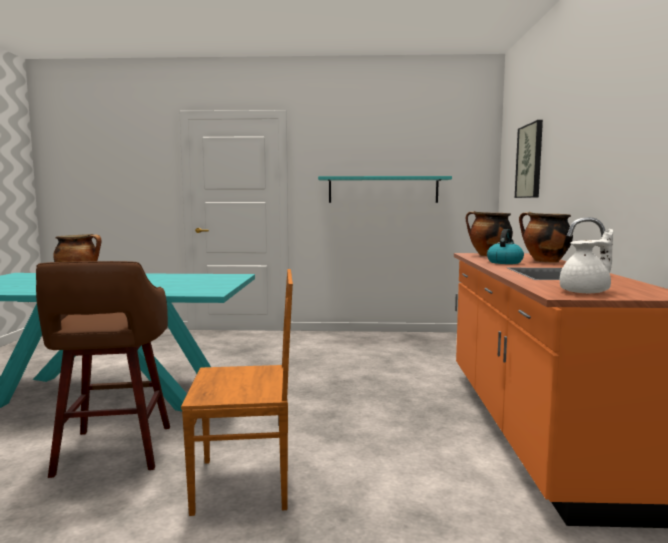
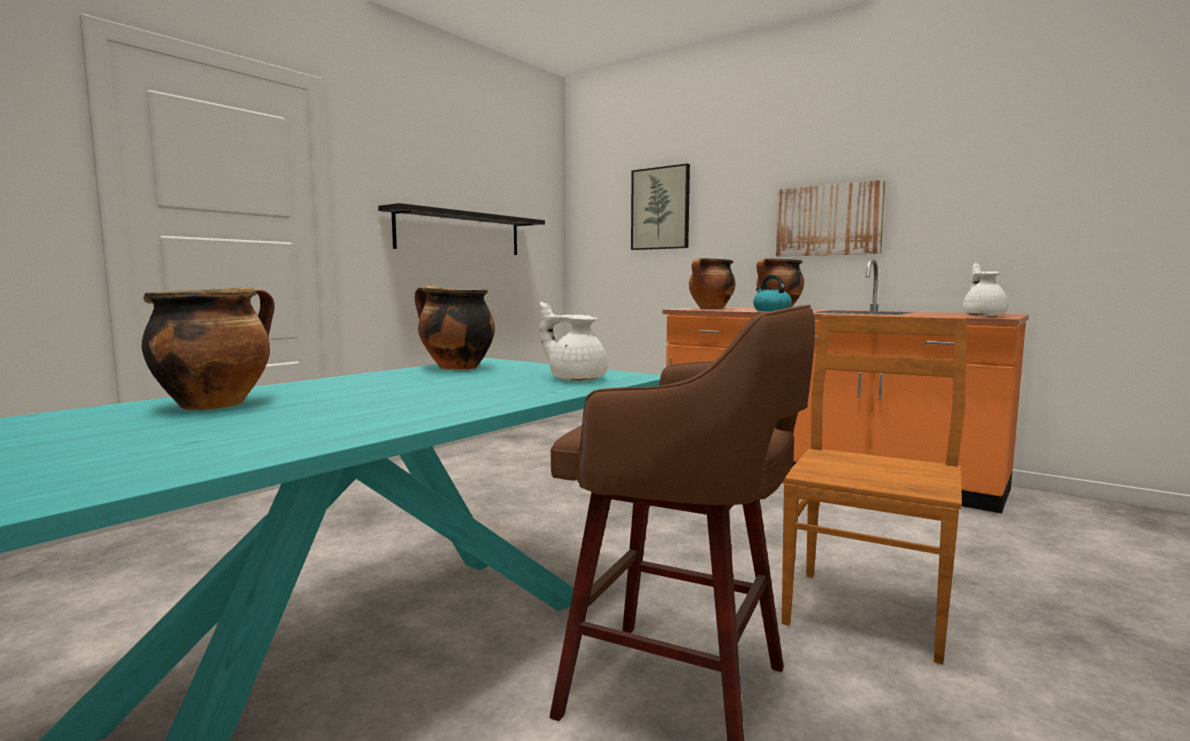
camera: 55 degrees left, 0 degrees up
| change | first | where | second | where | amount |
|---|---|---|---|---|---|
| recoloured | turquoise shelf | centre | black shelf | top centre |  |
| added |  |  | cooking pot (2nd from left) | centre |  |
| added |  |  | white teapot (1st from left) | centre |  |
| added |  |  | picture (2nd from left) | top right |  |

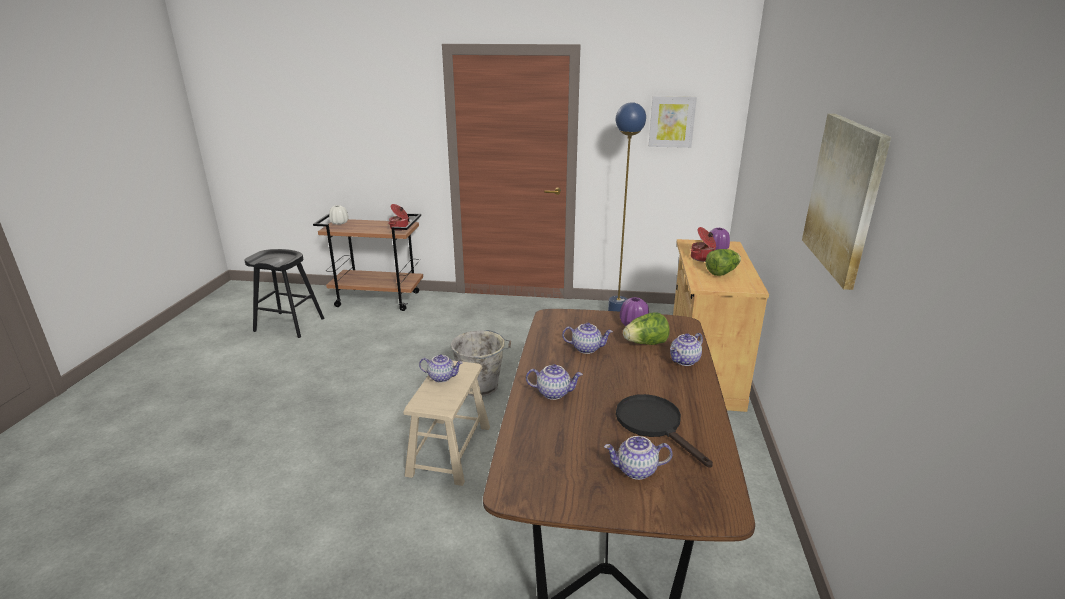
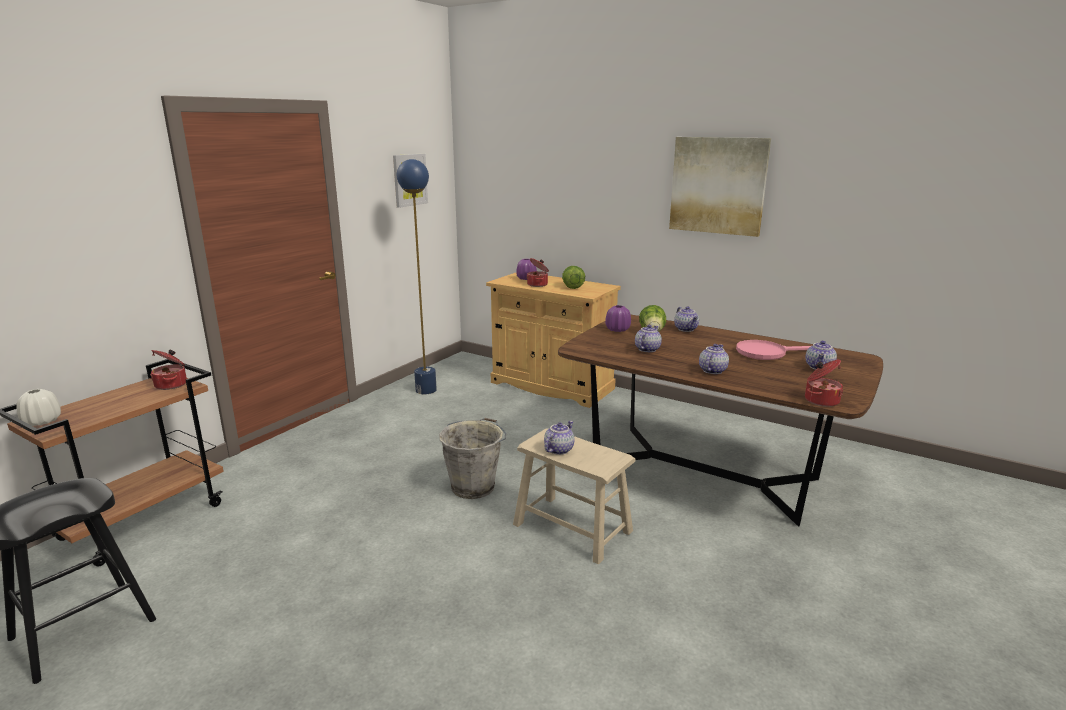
camera: 65 degrees left, 5 degrees down
| change | first | where | second | where | amount |
|---|---|---|---|---|---|
| recoloured | black frying pan | bottom centre | pink frying pan | middle right |  |
| added |  |  | cooking pot (3rd from left) | middle right |  |

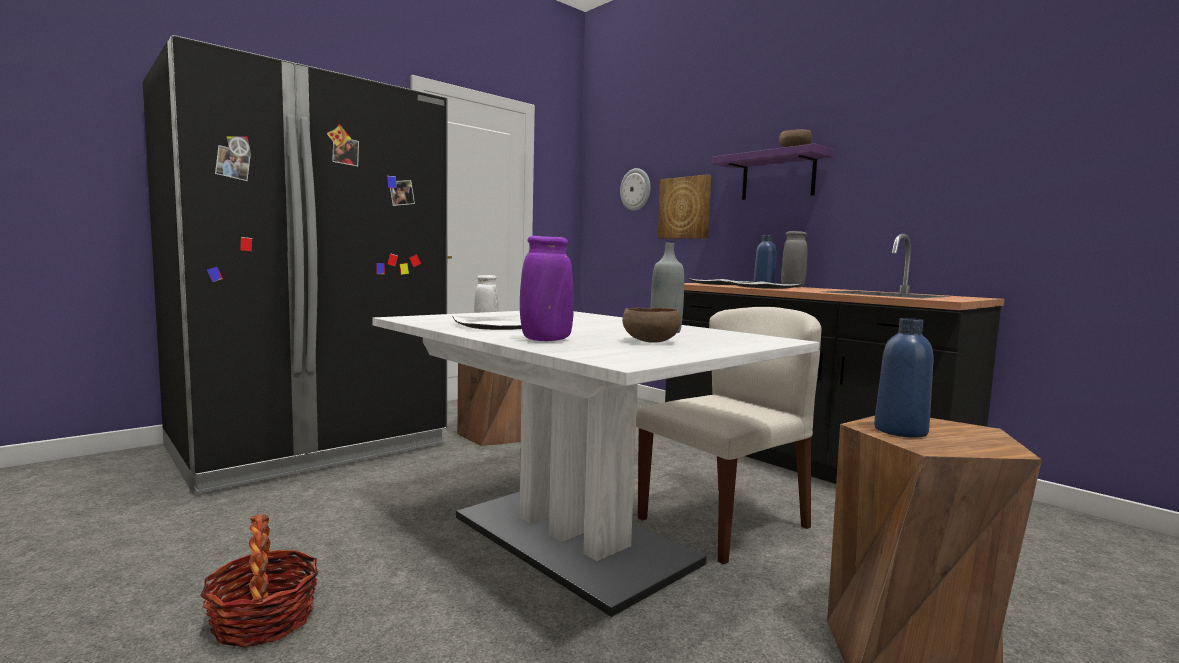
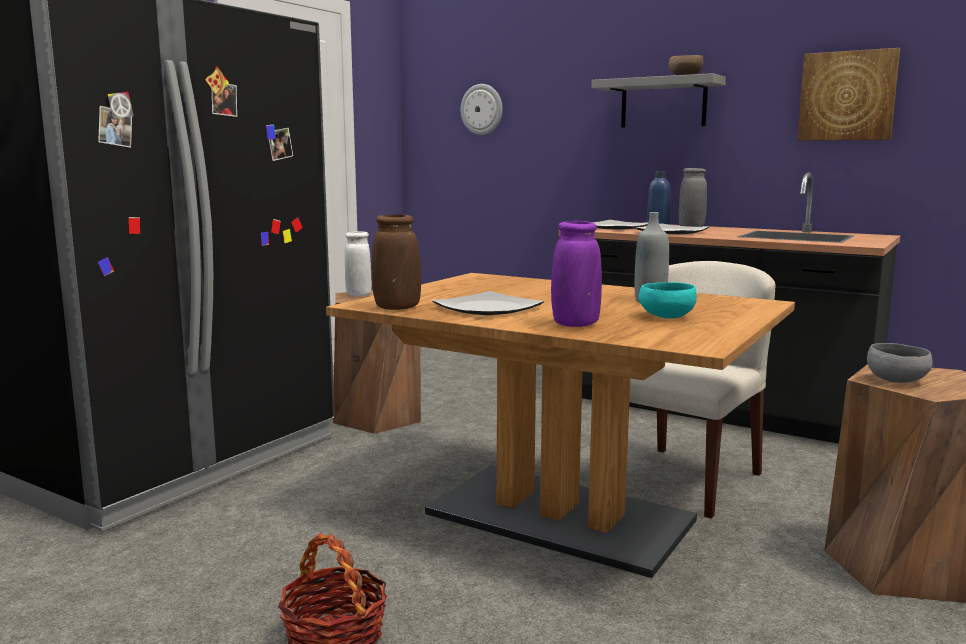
camera: 15 degrees left, 5 degrees up
| change | first | where | second | where | amount |
|---|---|---|---|---|---|
| recoloured | white dining table | bottom centre | brown dining table | centre |  |
| added |  |  | brown vase | centre |  |
| recoloured | purple shelf | top centre | grey shelf | top right |  |
| recoloured | brown bowl (1st from left) | centre | turquoise bowl | middle right |  |
| moved | picture | top centre |  | top right |  |
| replaced | blue bottle (2nd from left) | middle right | grey bowl | middle right |  |

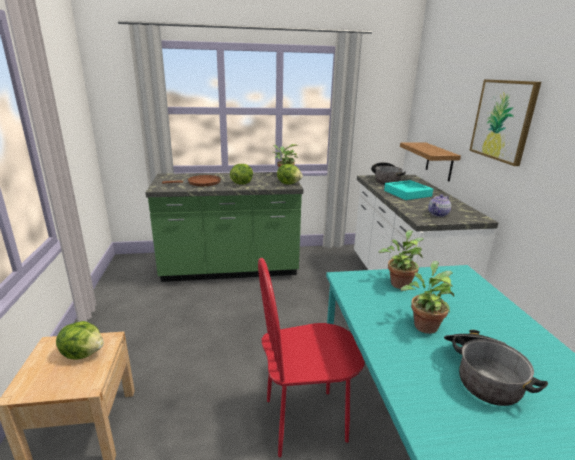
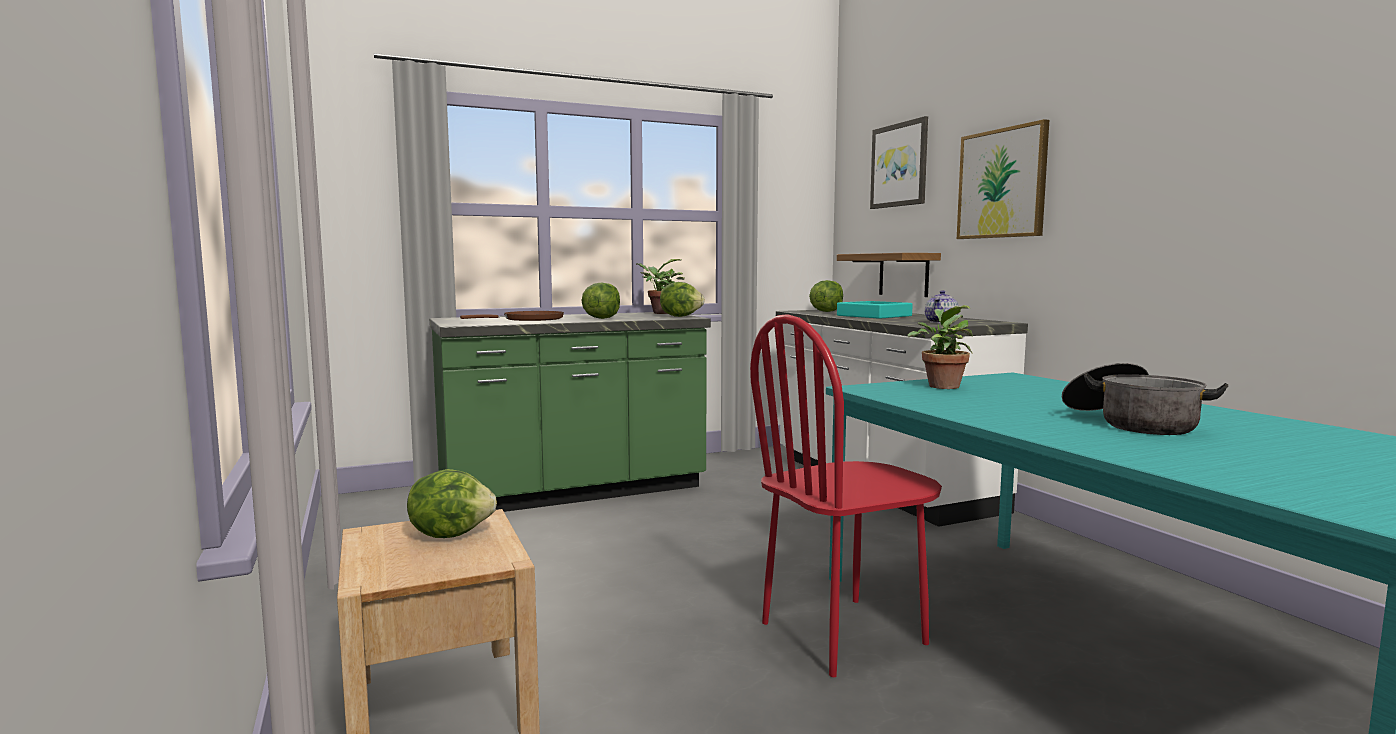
camera: 15 degrees left, 15 degrees down
| change | first | where | second | where | amount |
|---|---|---|---|---|---|
| replaced | cooking pot (1st from left) | middle right | lettuce (4th from left) | centre |  |
| added |  |  | picture (1st from left) | top centre |  |
| removed | potted plant (3rd from left) | middle right |  |  |  |

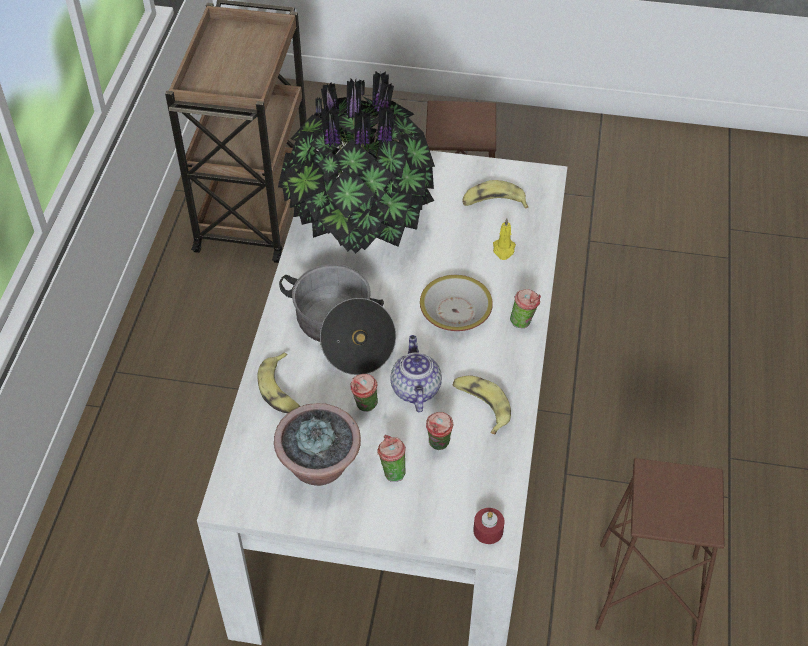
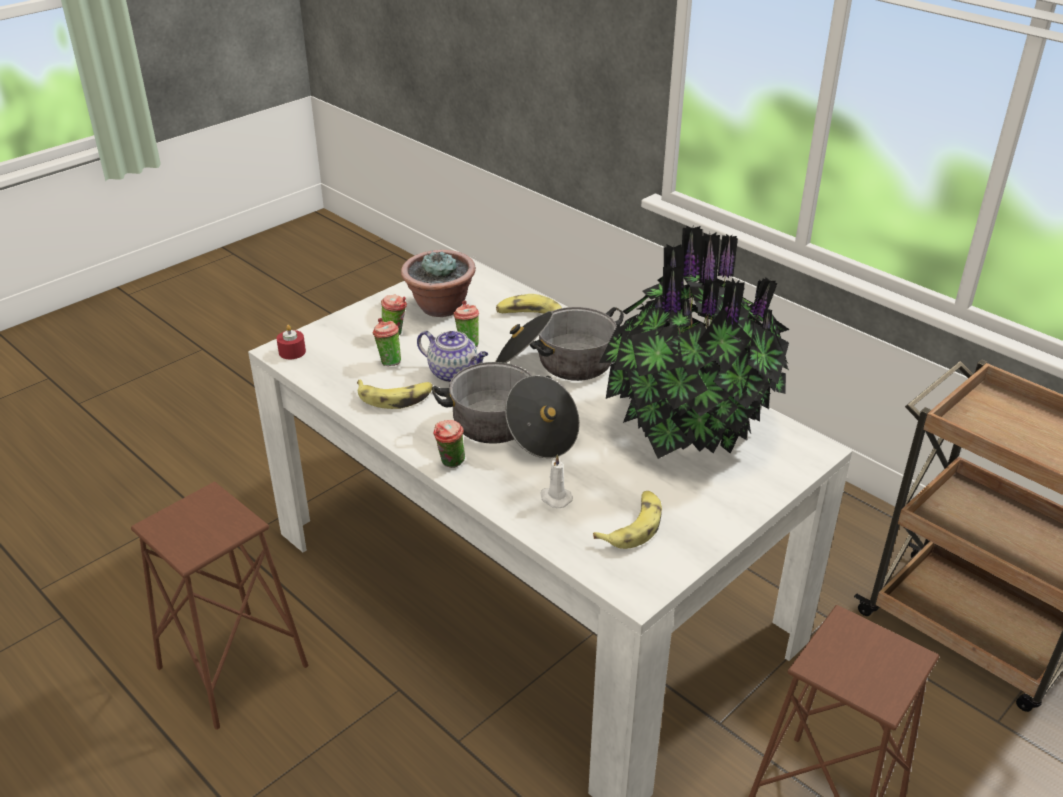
camera: 125 degrees right, 15 degrees down
| change | first | where | second | where | amount |
|---|---|---|---|---|---|
| replaced | bowl | centre | cooking pot (1st from left) | centre |  |
| recoloured | yellow candle | centre | white candle | centre |  |

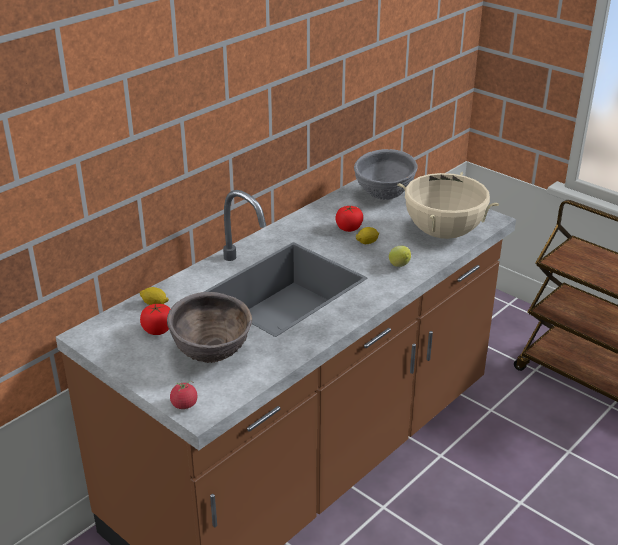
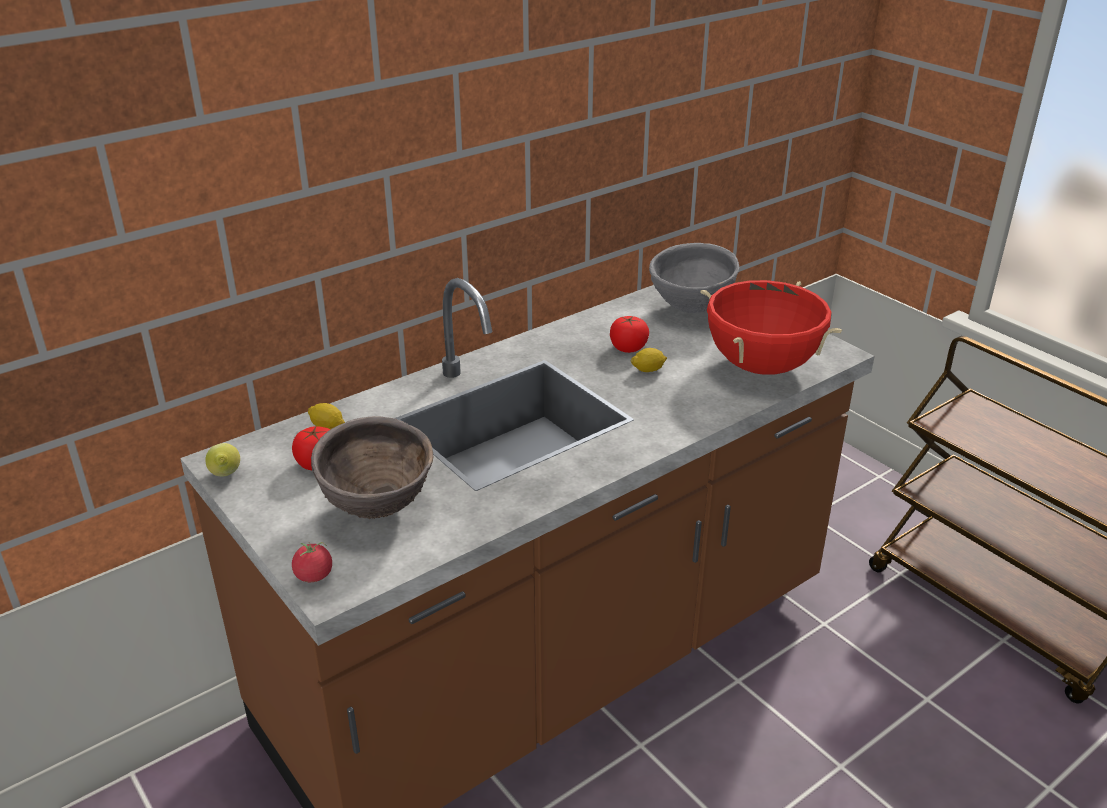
camera: 10 degrees right, 0 degrees up
| change | first | where | second | where | amount |
|---|---|---|---|---|---|
| moved | lemon (3rd from left in the first image) | centre | lemon (1st from left) | middle left |  |
| recoloured | beige cooking pot | middle right | red cooking pot | middle right |  |

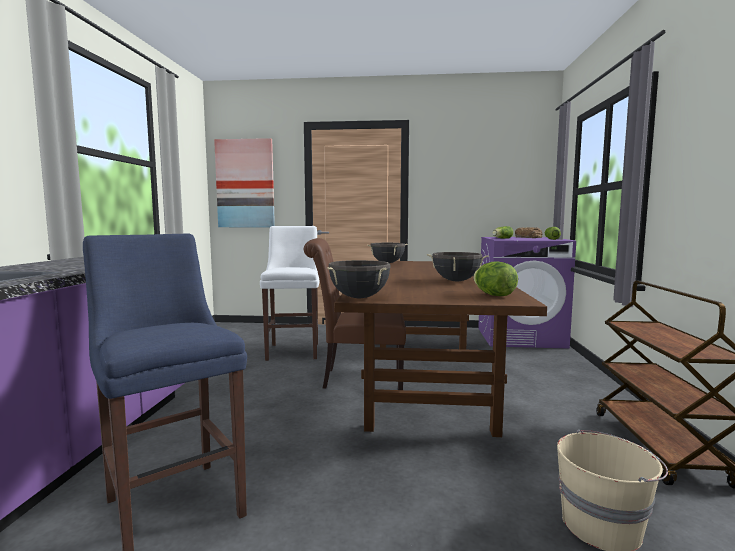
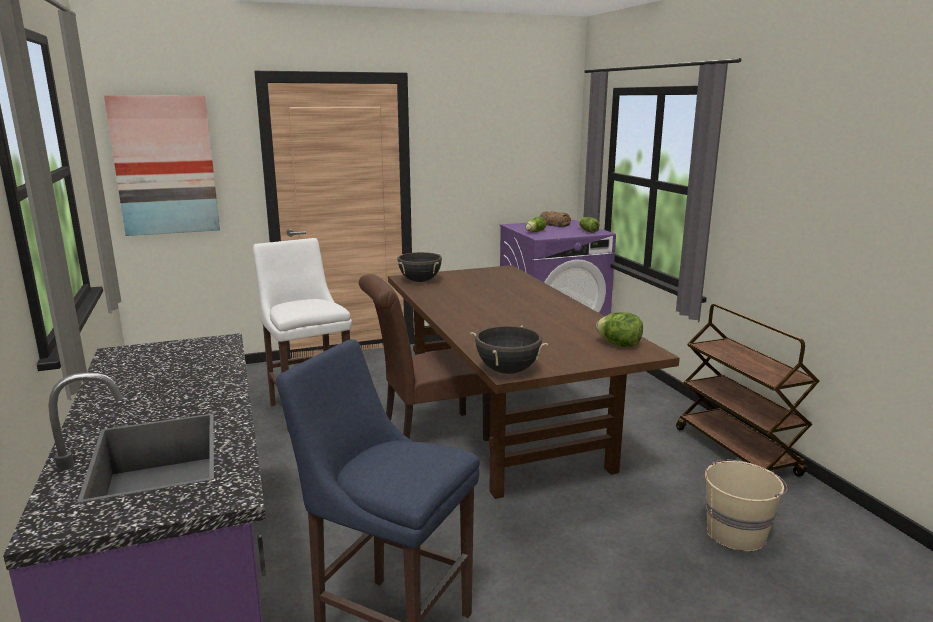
camera: 25 degrees left, 10 degrees up
| change | first | where | second | where | amount |
|---|---|---|---|---|---|
| removed | black cooking pot (3rd from left) | centre |  |  |  |

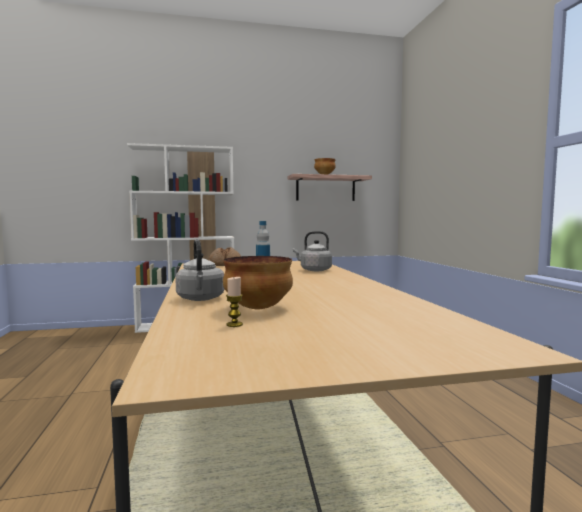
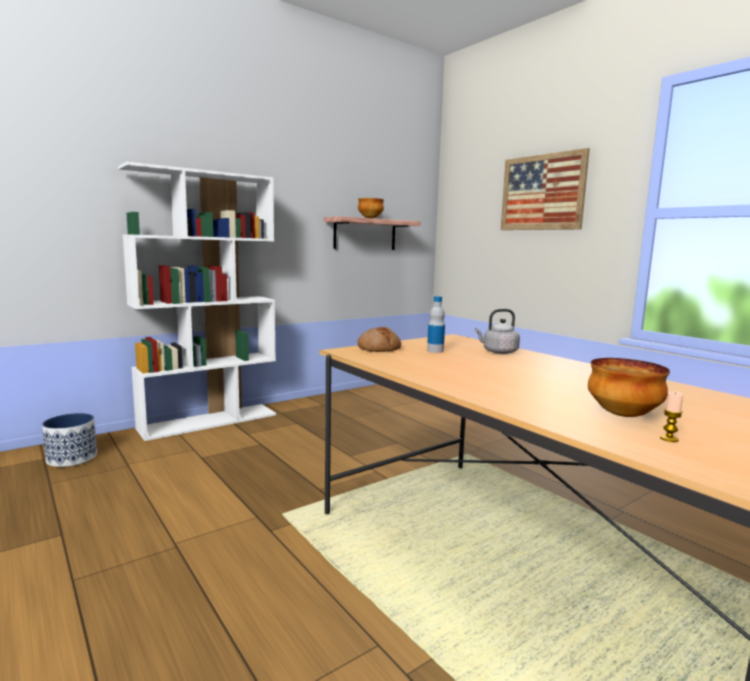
camera: 25 degrees left, 5 degrees up
| change | first | where | second | where | amount |
|---|---|---|---|---|---|
| added |  |  | planter | middle left |  |
| added |  |  | picture | top right |  |
| removed | grey kettle (1st from left) | centre |  |  |  |

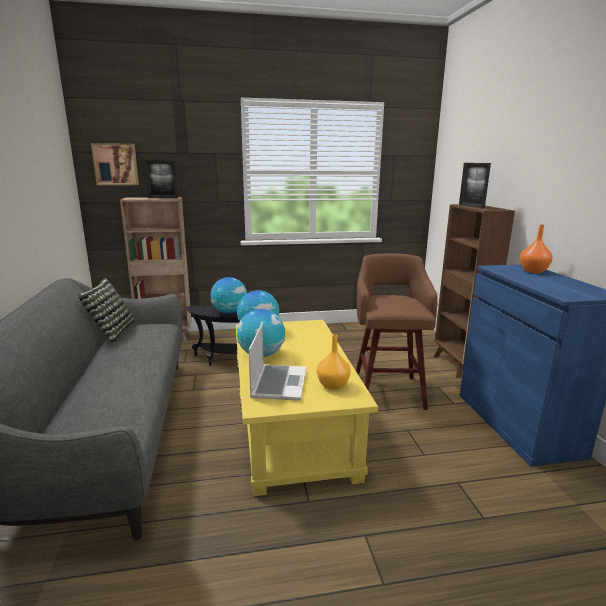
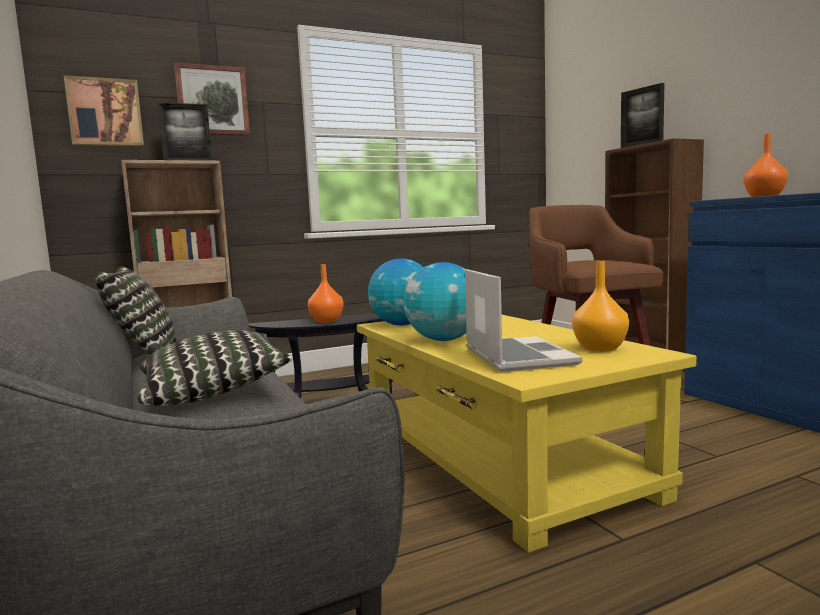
camera: 15 degrees left, 10 degrees down
| change | first | where | second | where | amount |
|---|---|---|---|---|---|
| added |  |  | pillow (2nd from left) | middle left |  |
| added |  |  | picture (2nd from left) | top left |  |
| replaced | globe (1st from left) | centre | orange vase (1st from left) | centre |  |

